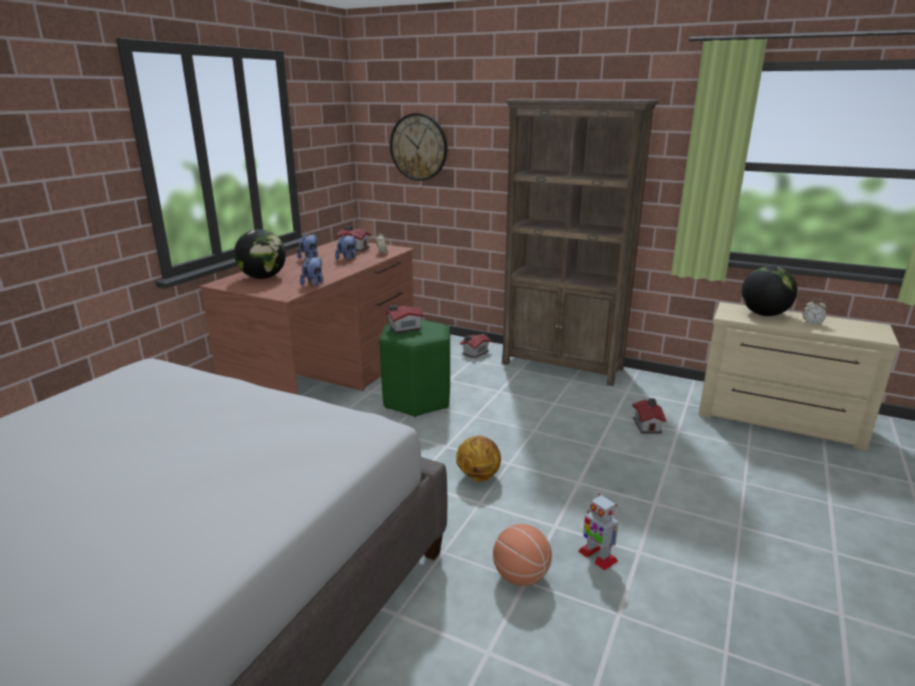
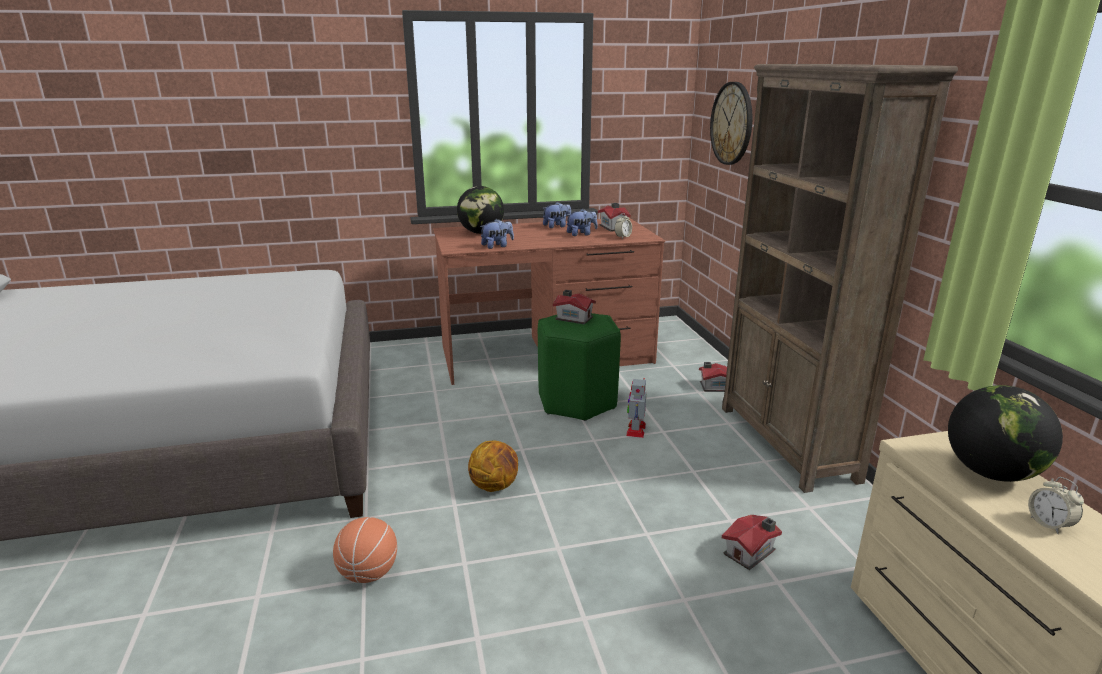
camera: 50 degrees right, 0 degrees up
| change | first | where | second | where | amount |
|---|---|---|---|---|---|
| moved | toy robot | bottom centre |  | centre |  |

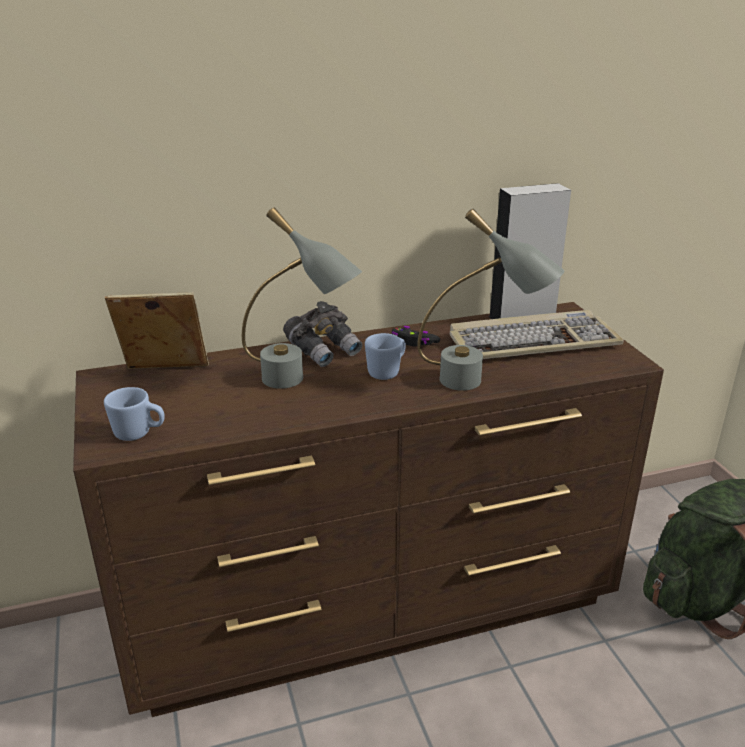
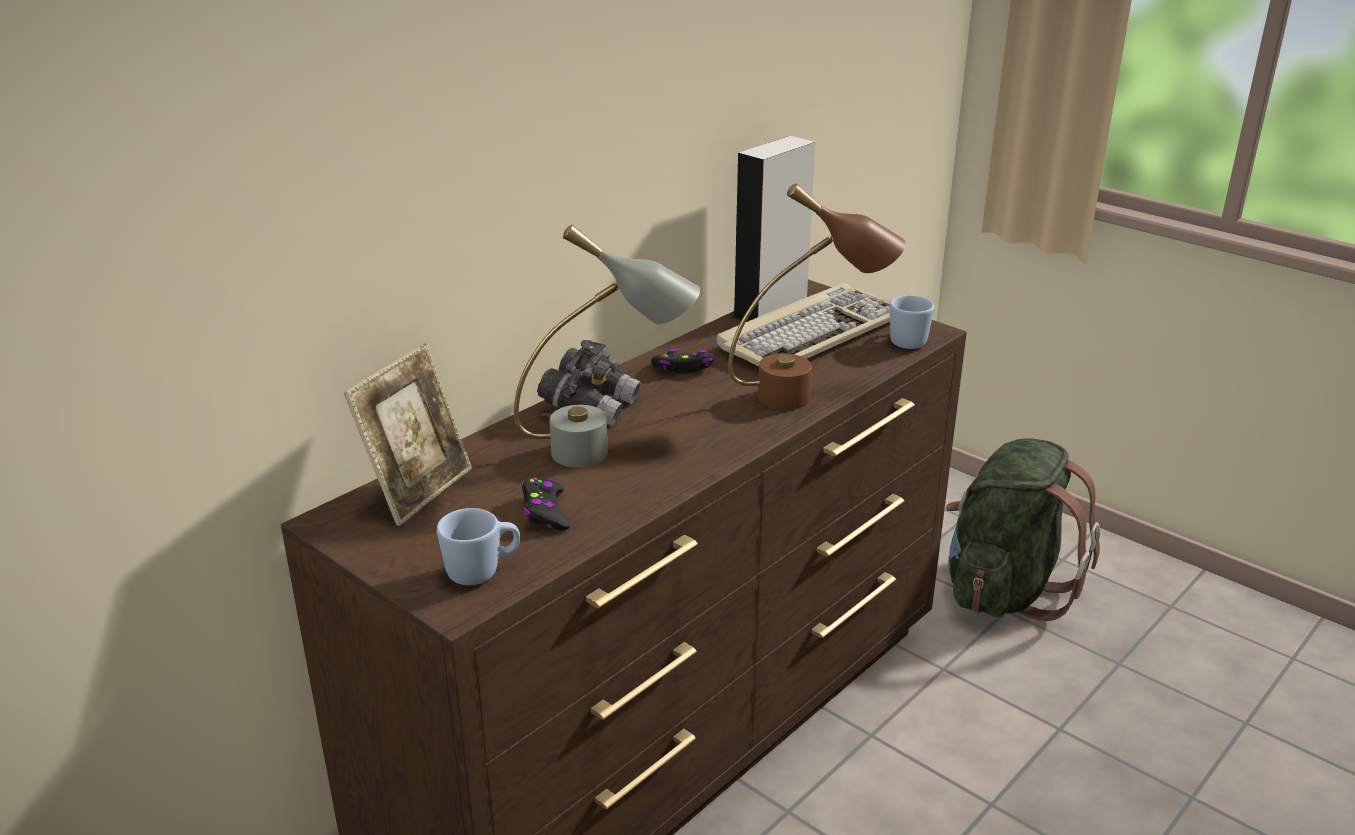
camera: 30 degrees left, 0 degrees up
| change | first | where | second | where | amount |
|---|---|---|---|---|---|
| turned | picture frame | middle left |  | middle left | 150 degrees clockwise |
| added |  |  | black game controller (1st from left) | centre |  |
| recoloured | grey table lamp (2nd from left) | centre | brown table lamp | centre |  |
| moved | blue mug (2nd from left) | centre |  | middle right |  |

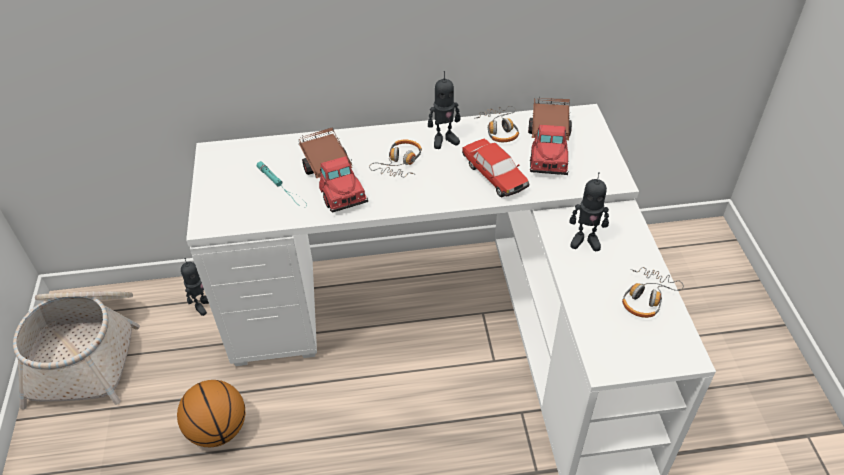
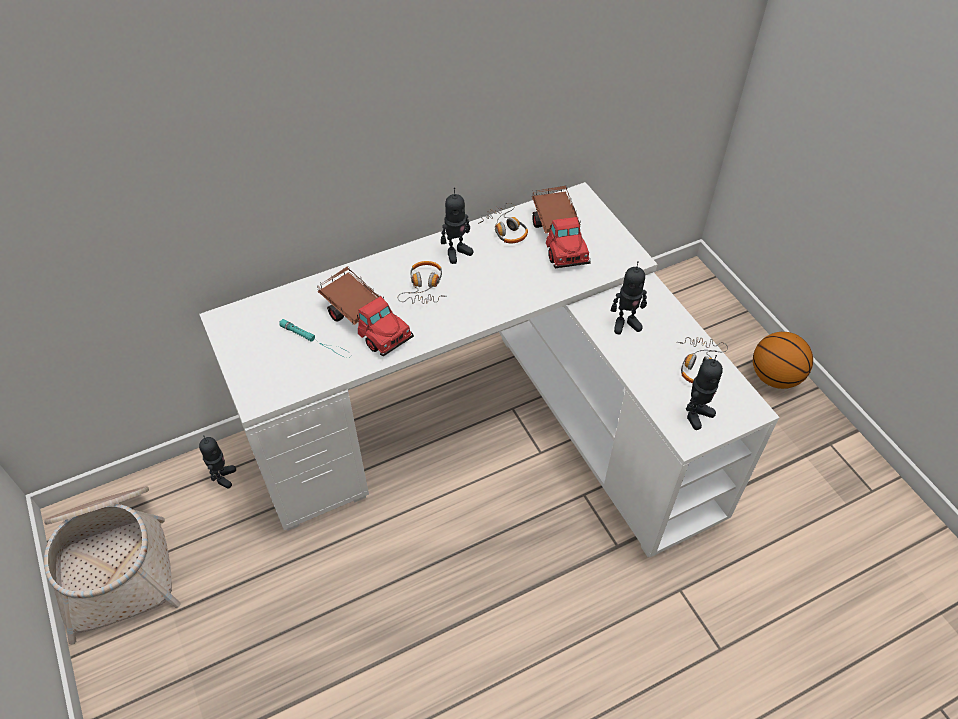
camera: 20 degrees left, 5 degrees up
| change | first | where | second | where | amount |
|---|---|---|---|---|---|
| added |  |  | toy robot (4th from left) | middle right |  |
| moved | basketball | bottom left |  | middle right |  |
| removed | toy car | centre |  |  |  |

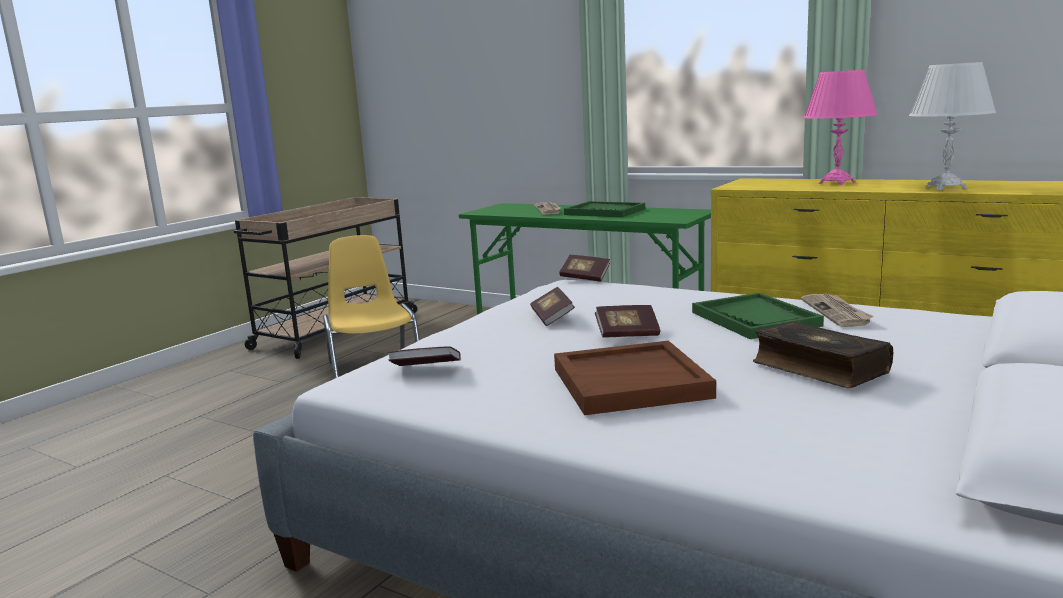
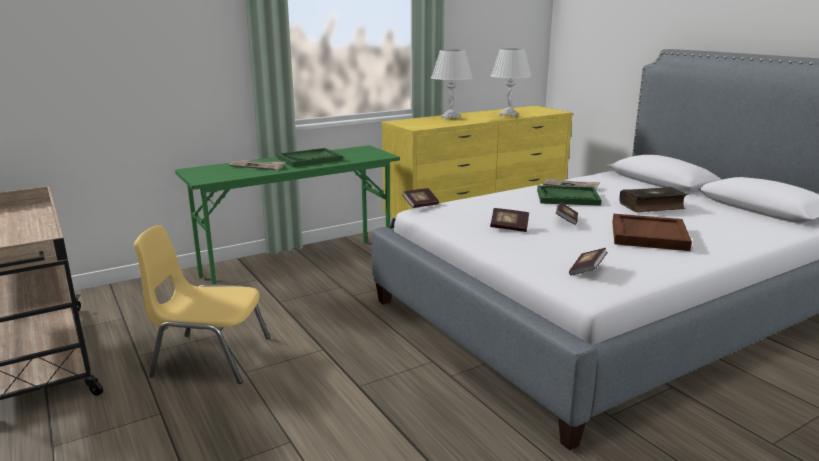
camera: 65 degrees left, 5 degrees up
| change | first | where | second | where | amount |
|---|---|---|---|---|---|
| recoloured | pink table lamp | top right | white table lamp (1st from left) | top centre |  |

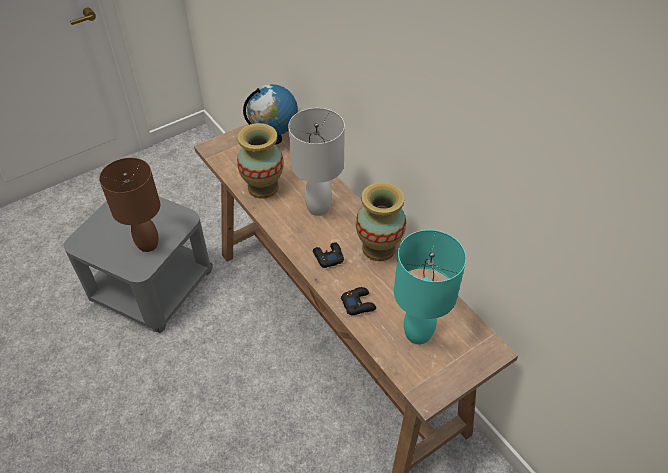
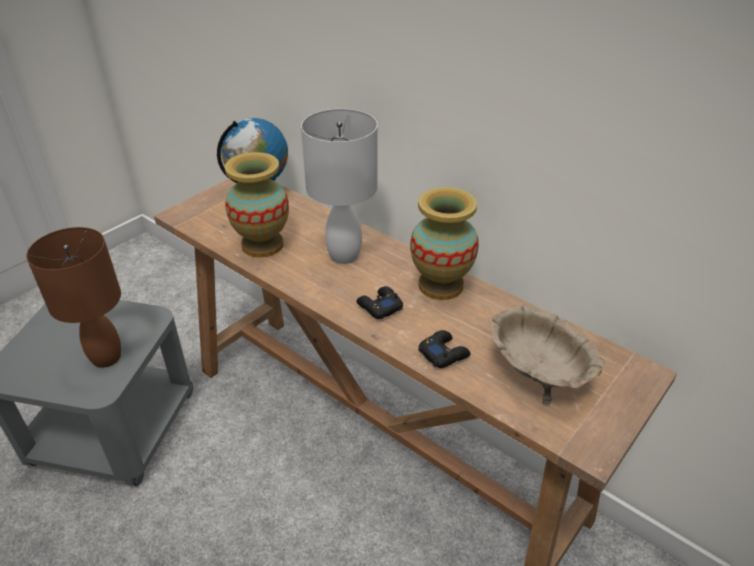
camera: 15 degrees left, 10 degrees down
| change | first | where | second | where | amount |
|---|---|---|---|---|---|
| replaced | turquoise table lamp | centre | beige bowl | middle right |  |

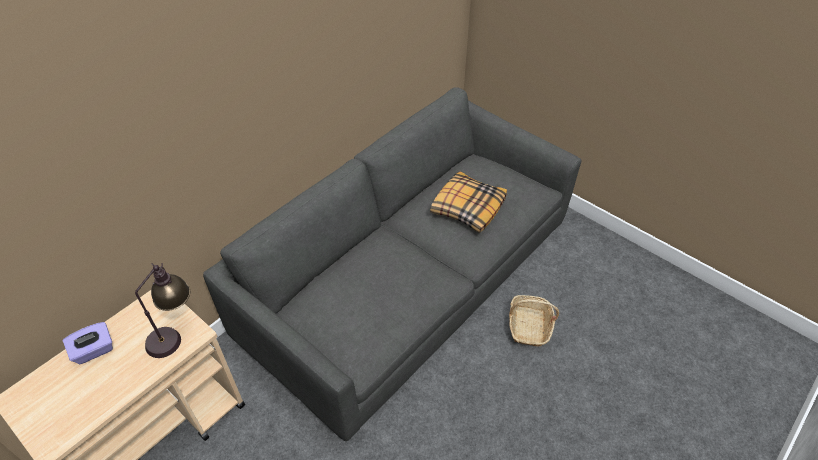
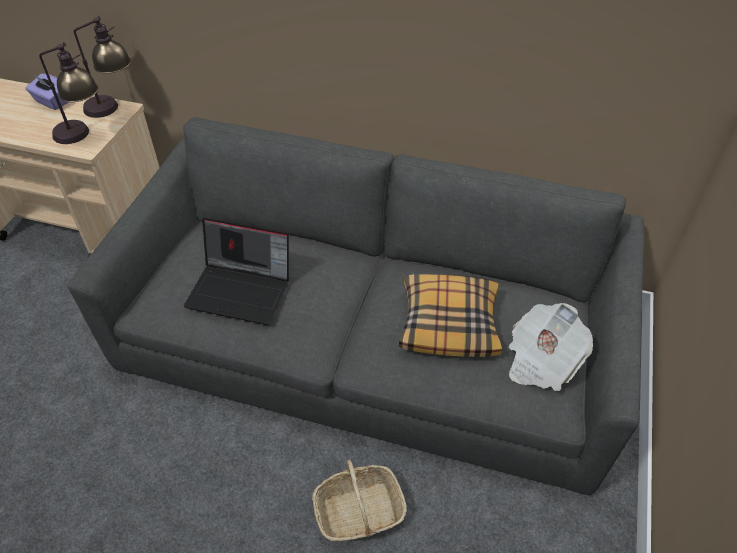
camera: 65 degrees right, 0 degrees up
| change | first | where | second | where | amount |
|---|---|---|---|---|---|
| added |  |  | table lamp (2nd from left) | top left |  |
| added |  |  | laptop | middle left |  |
| added |  |  | newspaper | middle right |  |

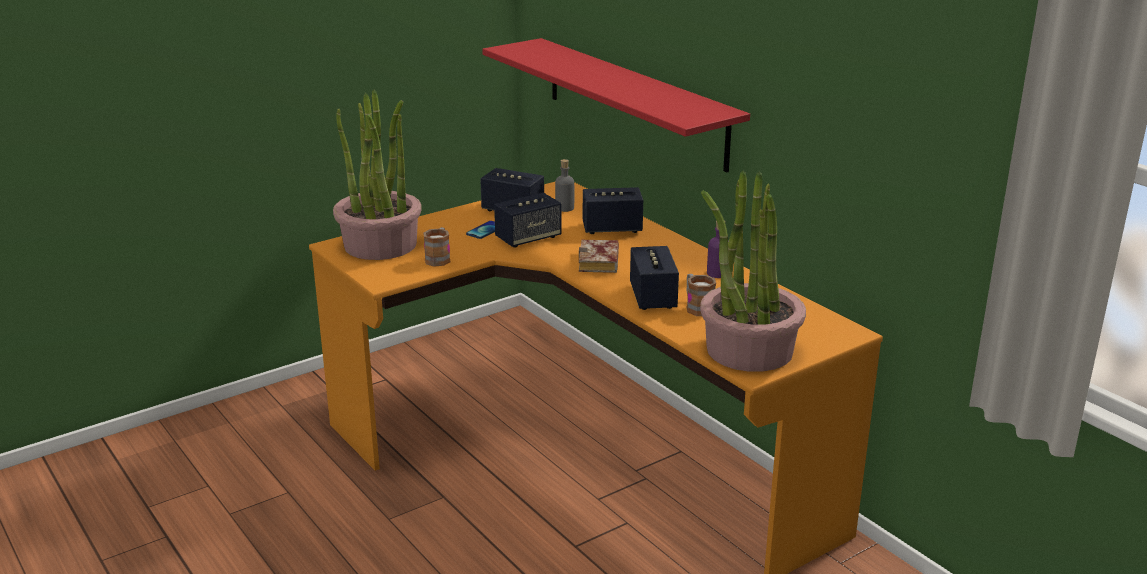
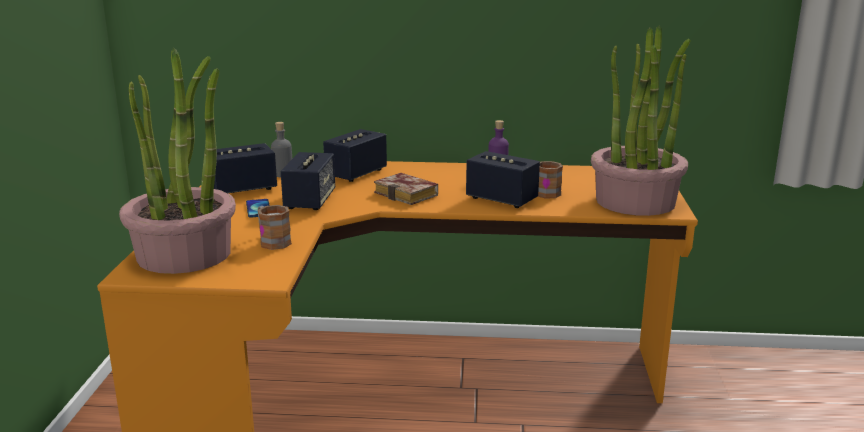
camera: 50 degrees left, 5 degrees down
| change | first | where | second | where | amount |
|---|---|---|---|---|---|
| removed | red shelf | top centre |  |  |  |

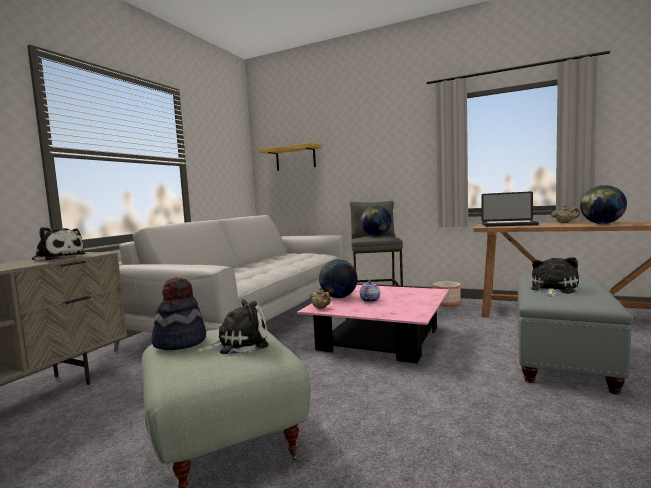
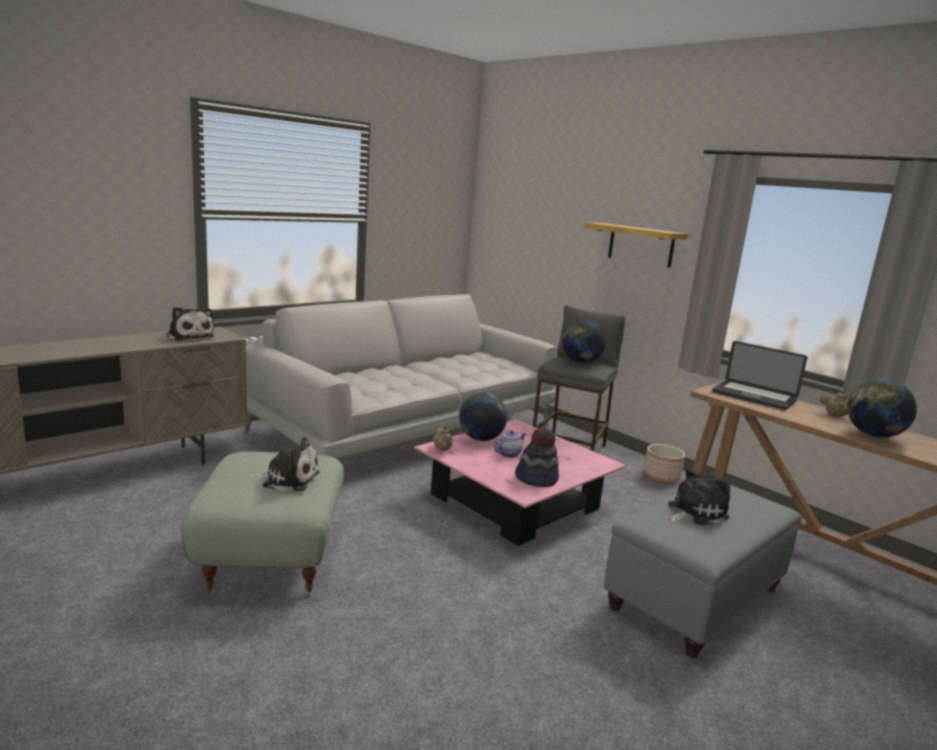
camera: 20 degrees right, 10 degrees up
| change | first | where | second | where | amount |
|---|---|---|---|---|---|
| moved | hat | middle left |  | centre |  |
| moved | shelf | top centre |  | top right |  |

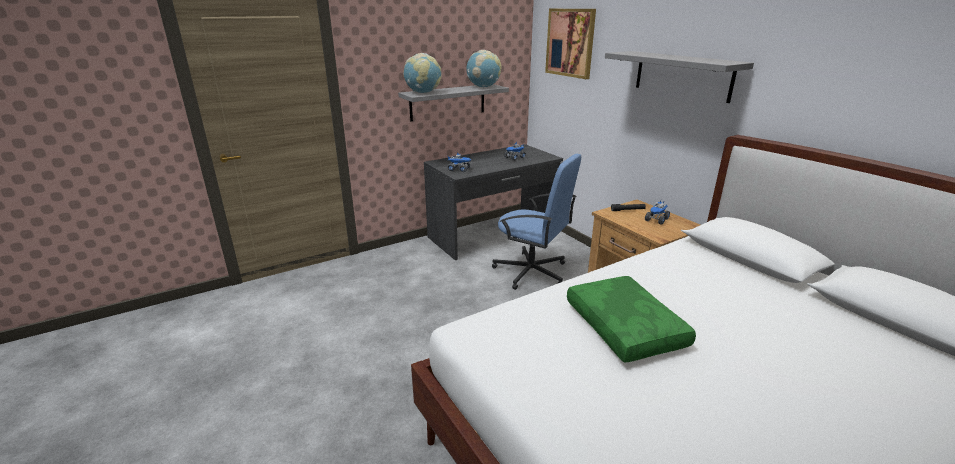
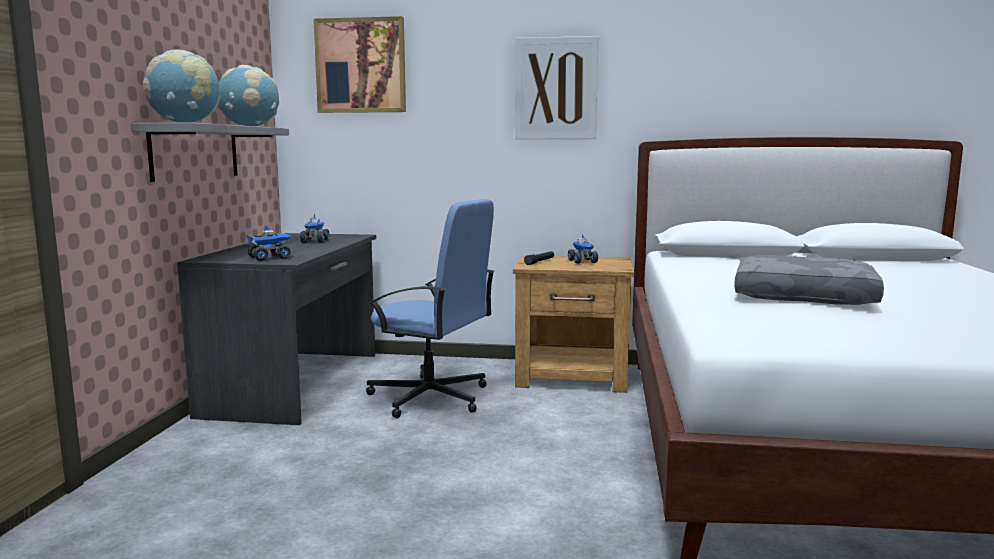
camera: 50 degrees left, 15 degrees down
| change | first | where | second | where | amount |
|---|---|---|---|---|---|
| turned | blue office chair | centre |  | centre | 45 degrees clockwise |
| replaced | grey shelf (2nd from left) | top right | picture (2nd from left) | top centre |  |
| recoloured | green pillow | bottom centre | grey pillow | middle right |  |

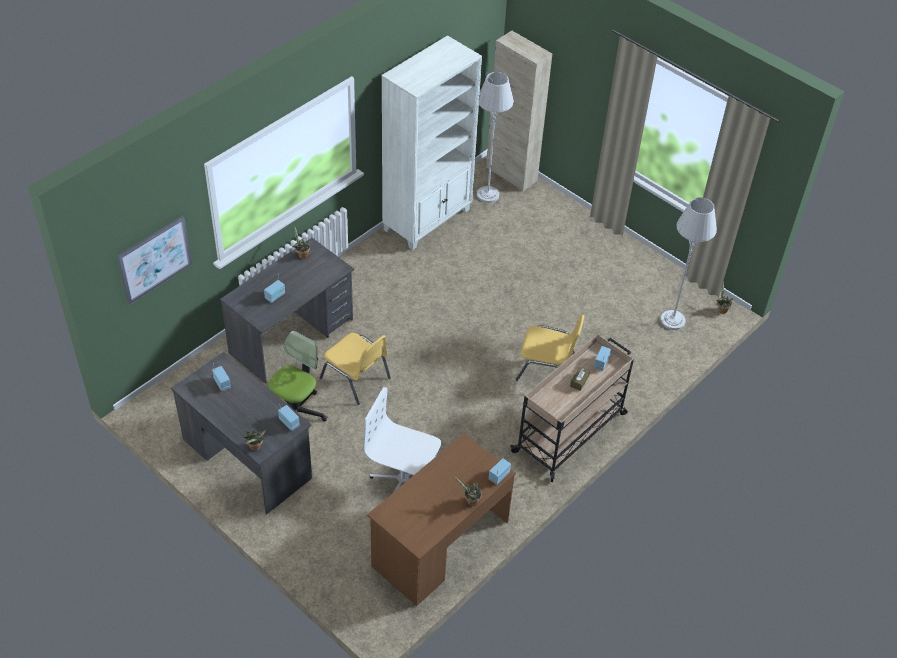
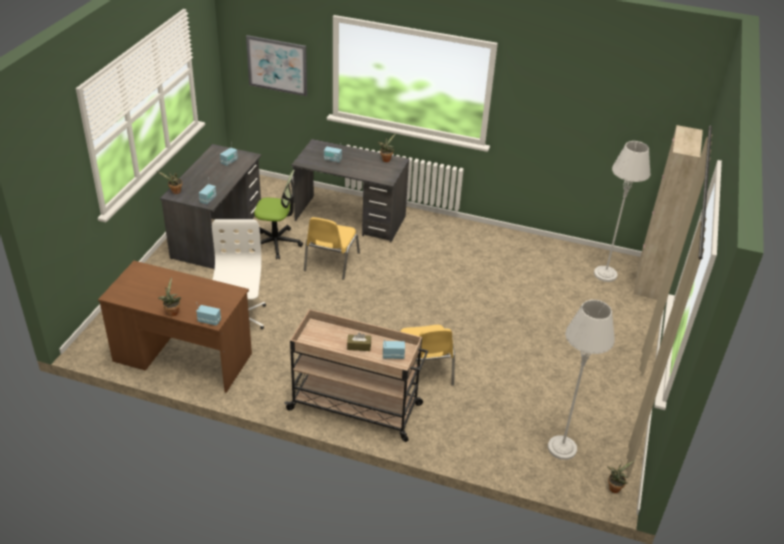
camera: 65 degrees right, 10 degrees down
| change | first | where | second | where | amount |
|---|---|---|---|---|---|
| removed | white bookcase | top centre |  |  |  |

